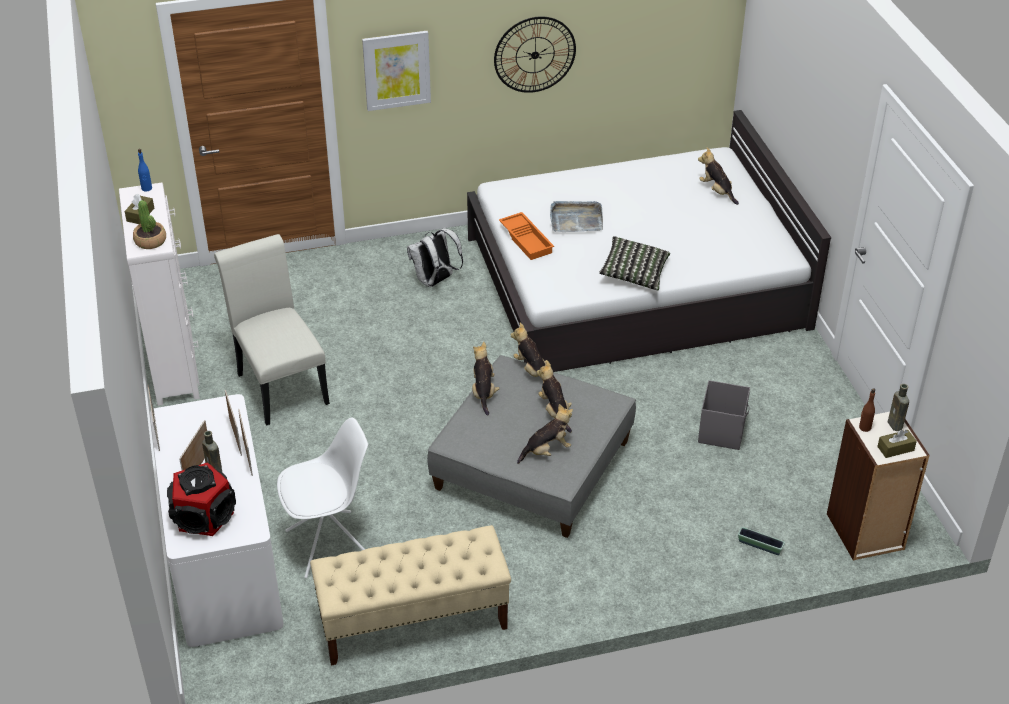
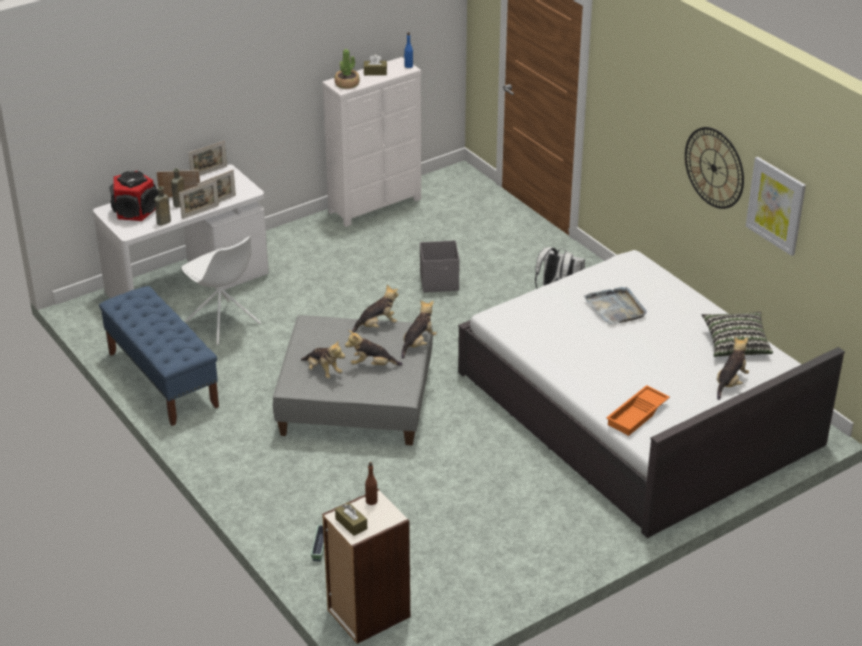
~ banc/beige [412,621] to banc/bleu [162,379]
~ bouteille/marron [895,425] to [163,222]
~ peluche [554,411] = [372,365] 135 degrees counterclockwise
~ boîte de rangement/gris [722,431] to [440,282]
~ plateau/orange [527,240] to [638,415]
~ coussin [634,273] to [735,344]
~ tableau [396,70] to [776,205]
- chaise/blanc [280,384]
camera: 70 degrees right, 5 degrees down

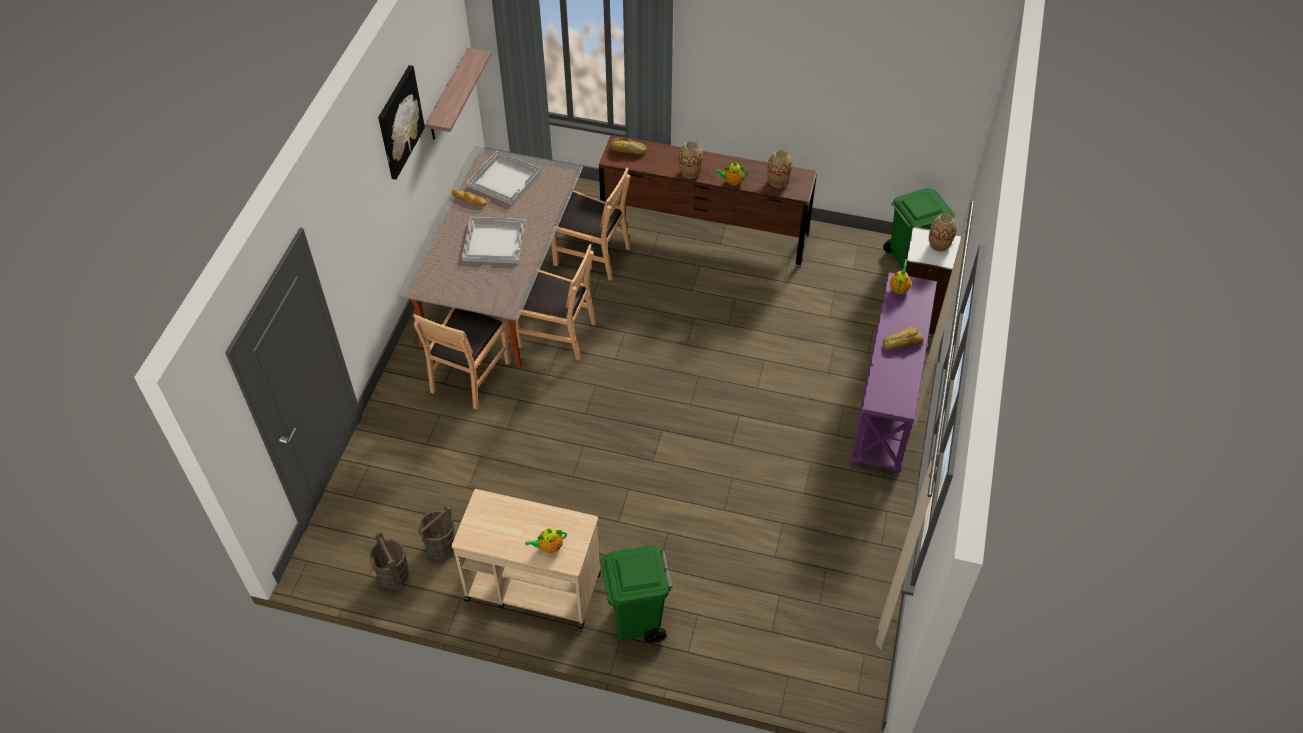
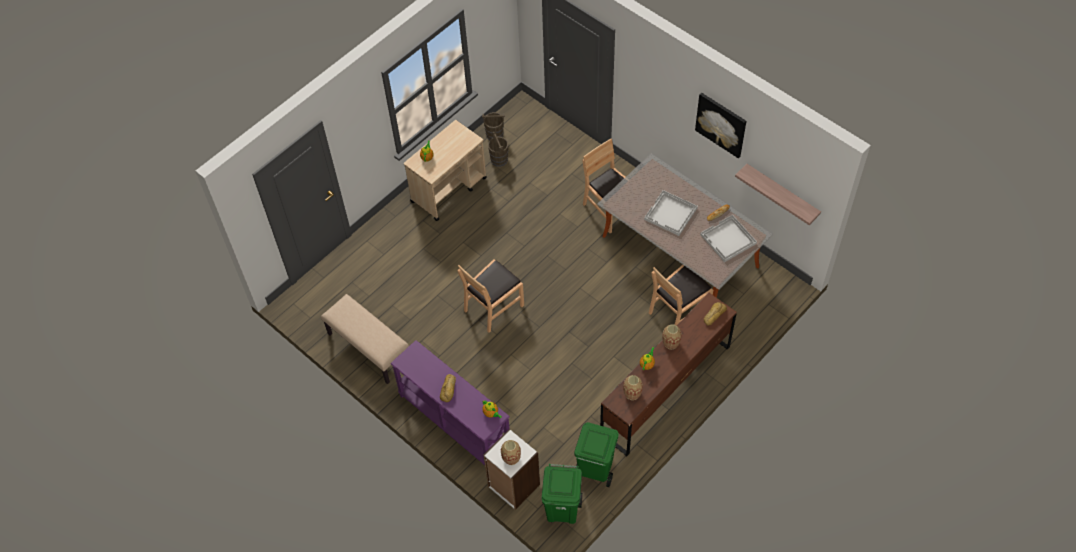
+ banc/beige [368,348]
~ chaise/marron [556,333] to [493,307]
~ poubelle/vert [637,620] to [595,470]
camera: 120 degrees right, 5 degrees up

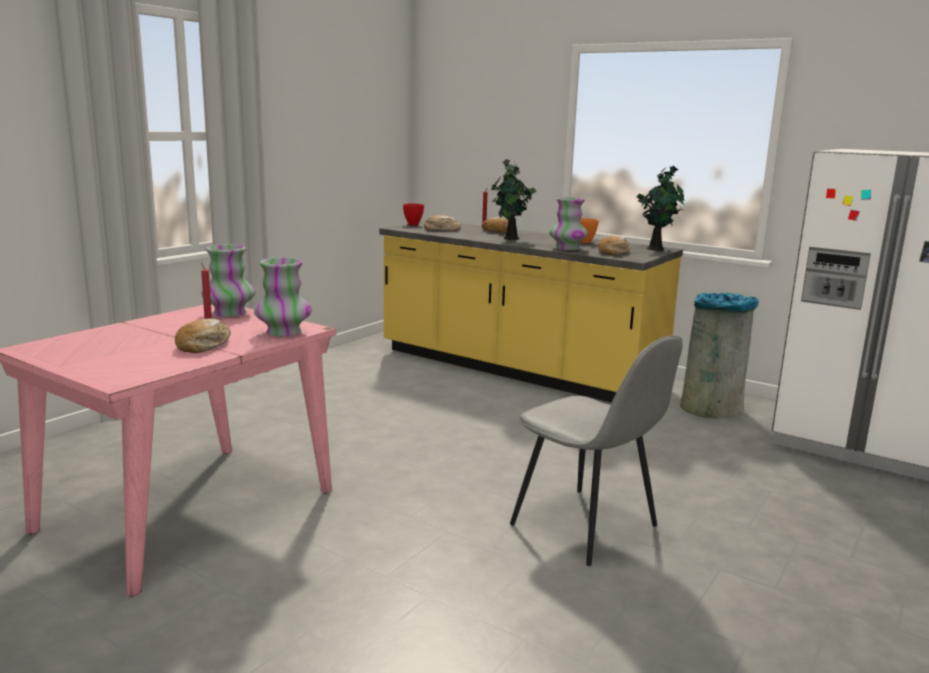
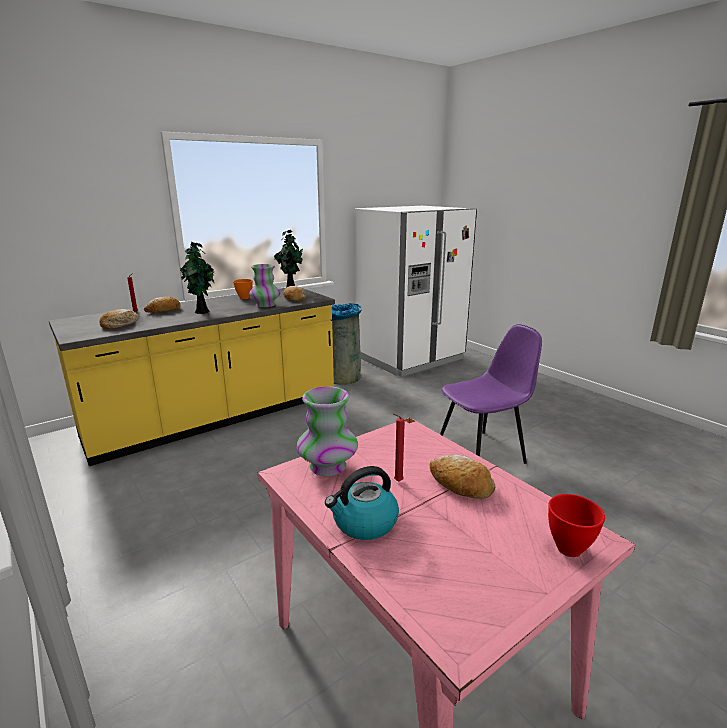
+ bouilloire [364,523]
~ chaise/gris [586,527] to chaise/violet [482,453]
~ bol/rouge [413,224] to [567,548]
- vase [284,332]
camera: 70 degrees left, 5 degrees up

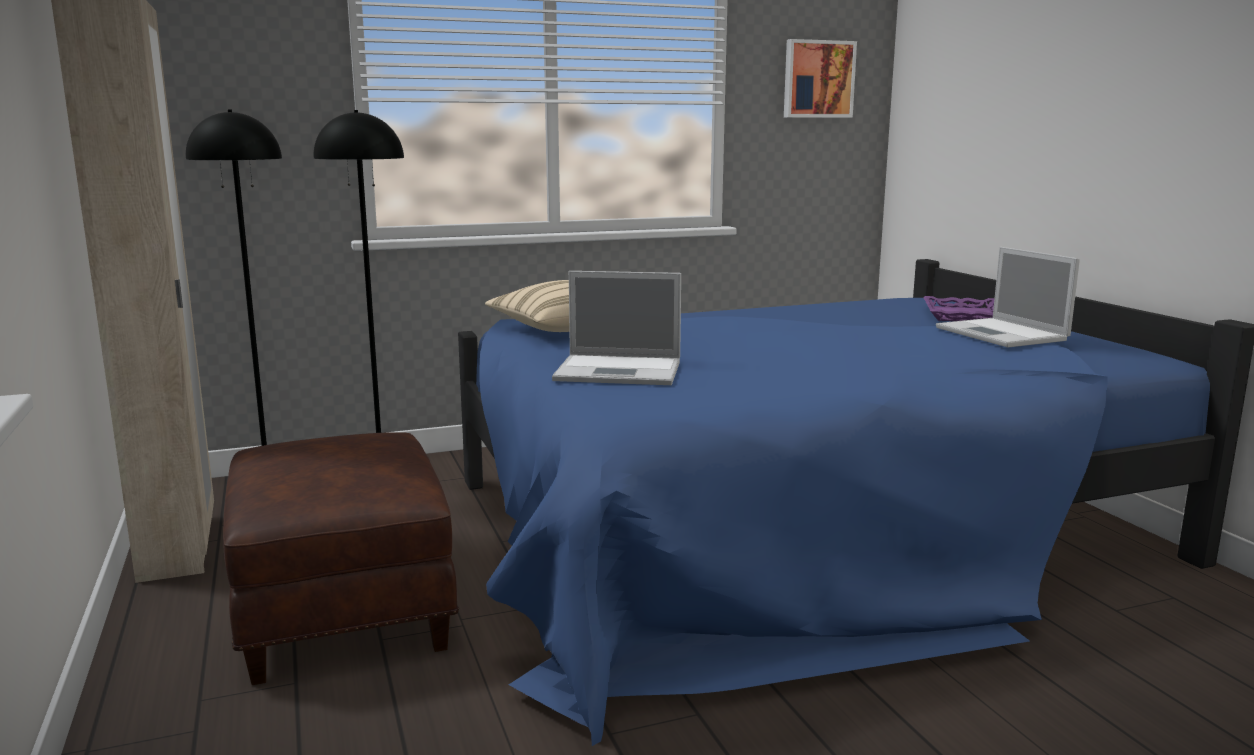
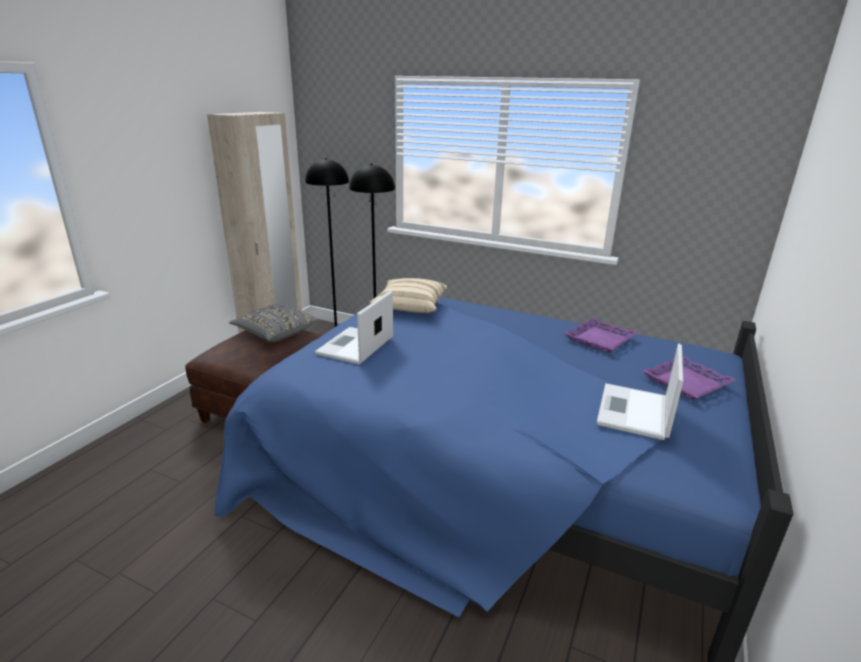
+ coussin/gris [275,333]
~ ordinateur portable [621,371] = [355,347] 60 degrees clockwise
+ plateau/violet [599,339]
- tableau [817,79]
camera: 45 degrees right, 10 degrees up

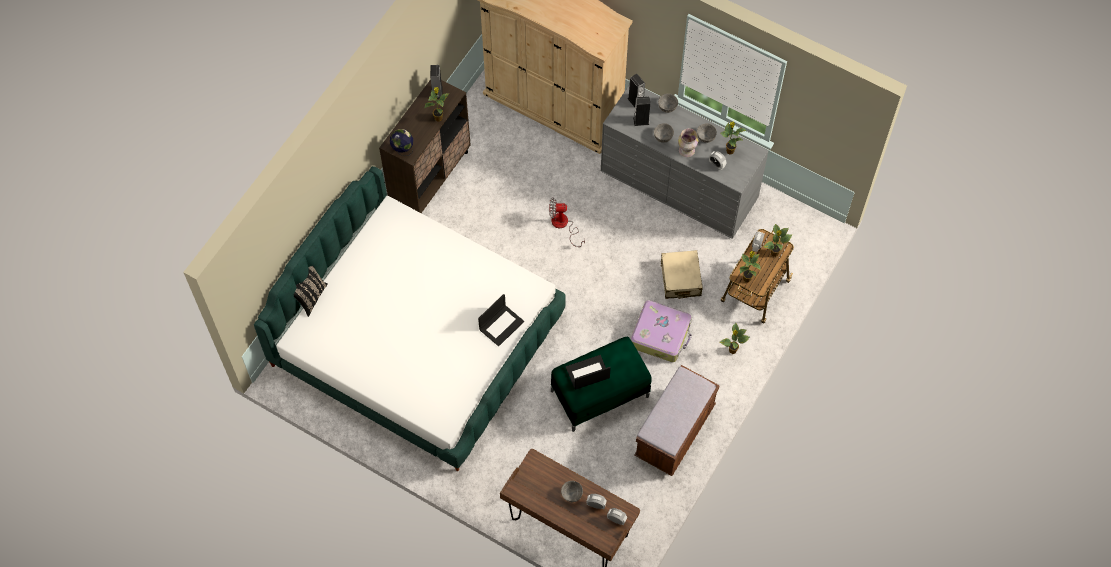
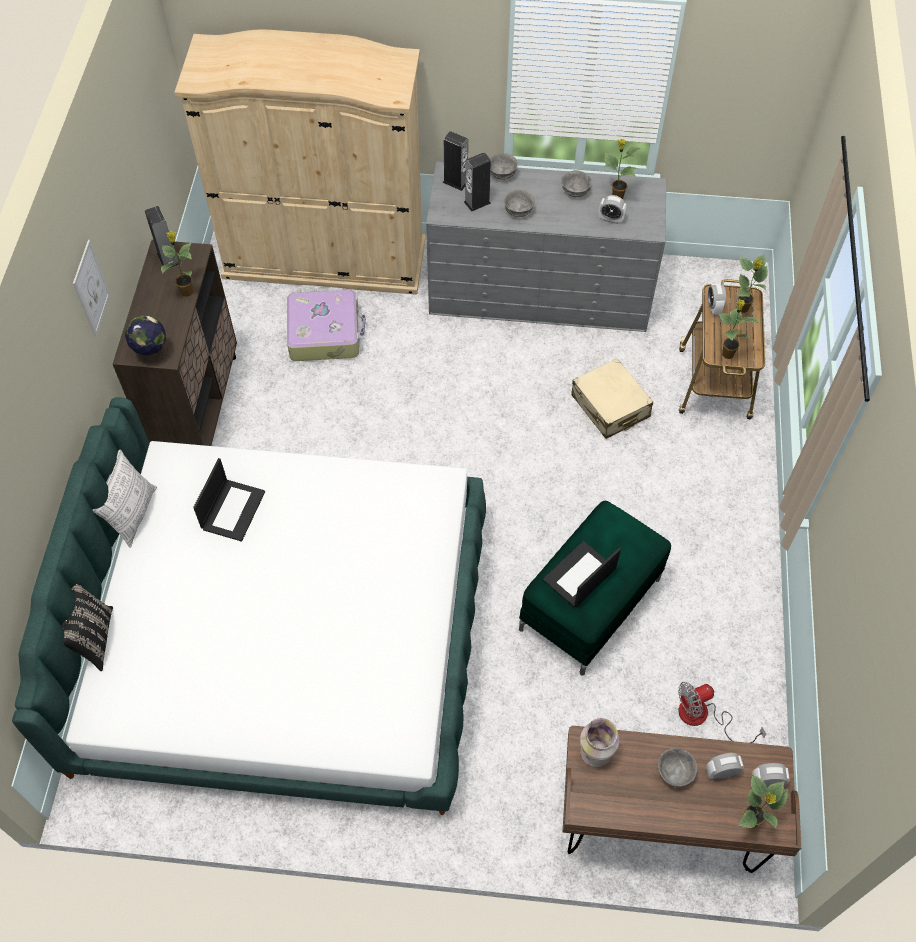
+ tableau [91,288]
+ coussin [133,515]
~ ordinateur portable [501,325] to [233,509]
~ valise [661,335] to [325,333]
~ vase [686,151] to [595,753]
~ ventilateur [563,225] to [703,717]
~ plante en pot [732,351] to [750,821]
- banc/marron [675,431]
camera: 25 degrees left, 5 degrees down

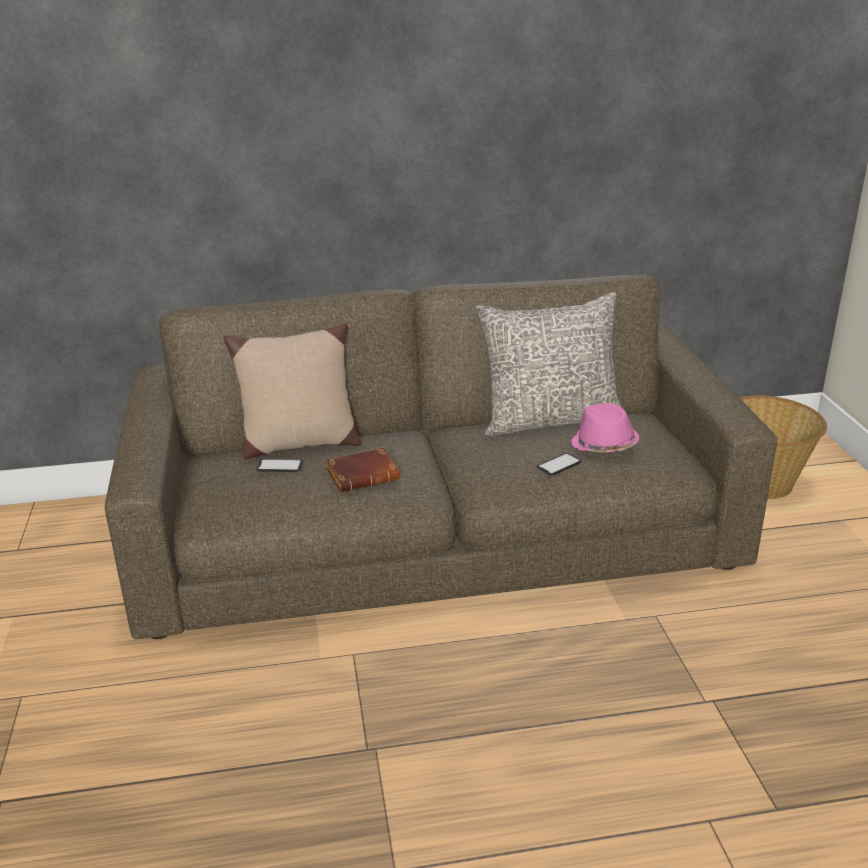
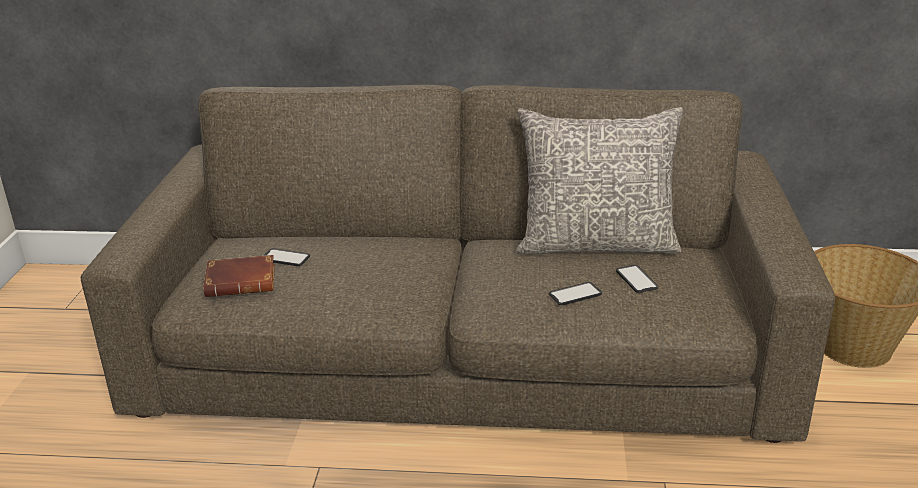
~ livre/marron [364,475] to [243,281]
~ chapeau/rose [603,446] to téléphone [636,279]
- coussin/beige [298,444]
camera: 15 degrees right, 0 degrees up

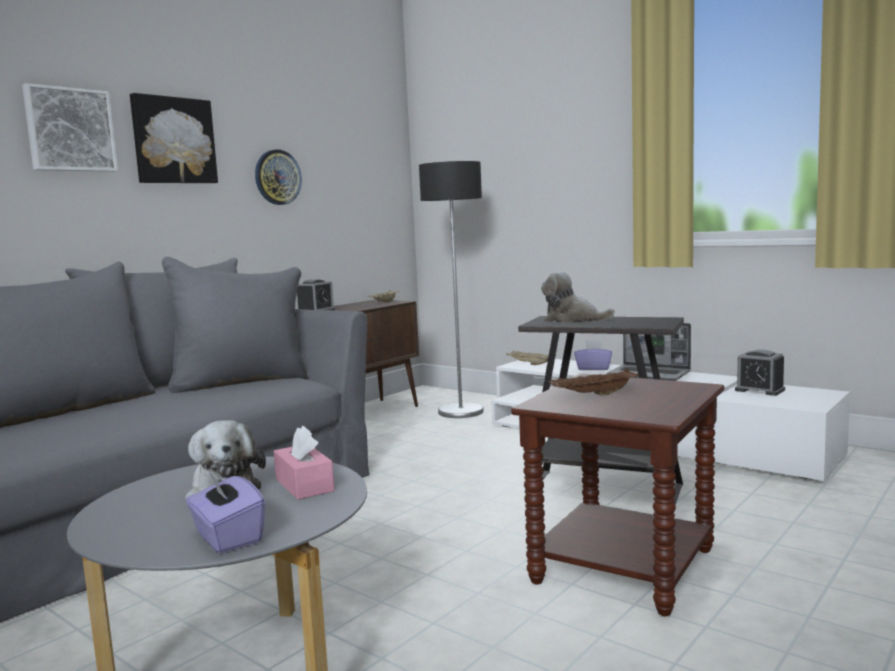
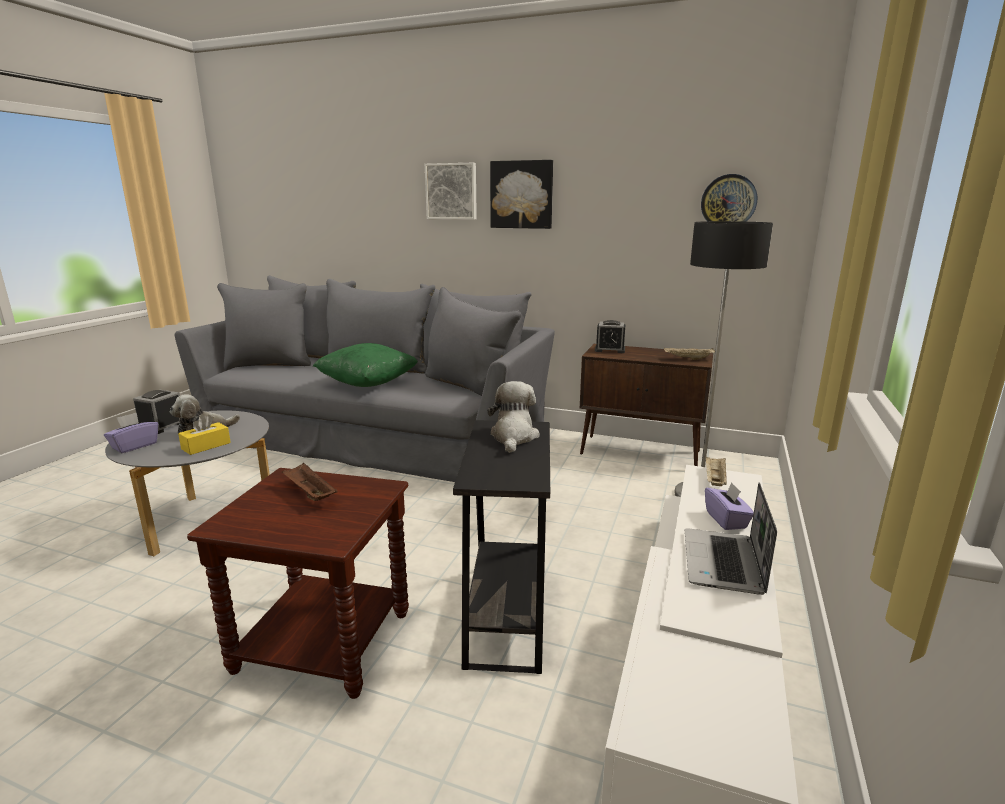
~ réveil [759,390] to [162,426]
~ boîte à mouchoirs/rose [304,485] to boîte à mouchoirs/jaune [206,446]
+ coussin/vert [368,383]
~ horloge murale [277,177] to [728,202]
camera: 70 degrees right, 10 degrees up

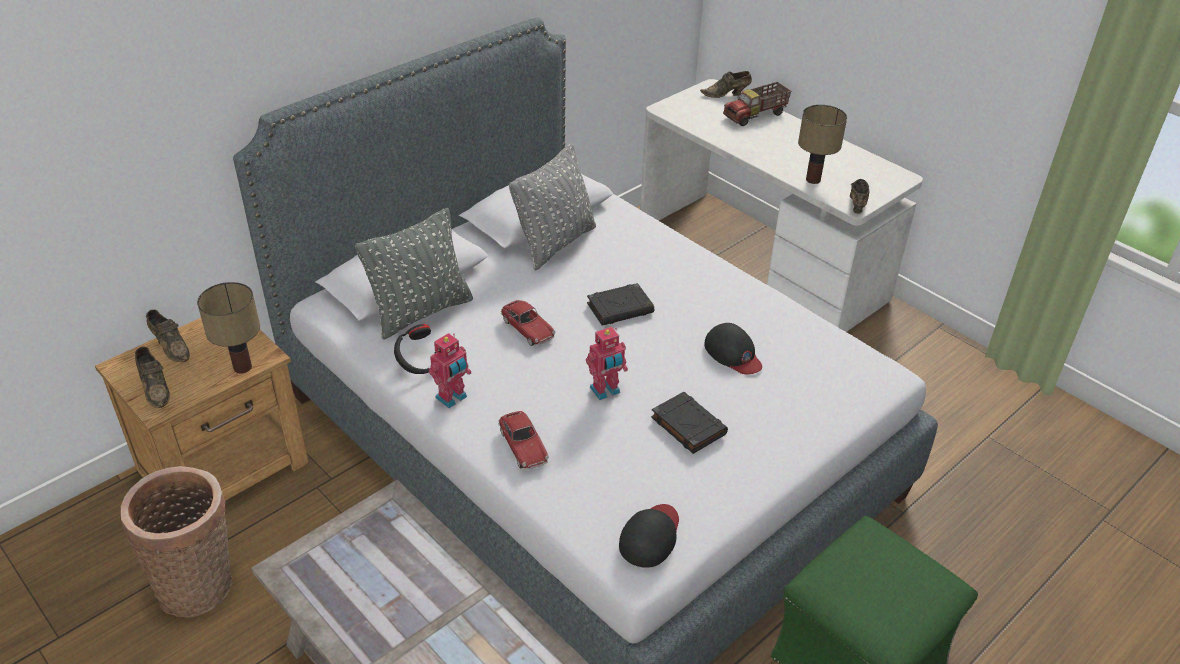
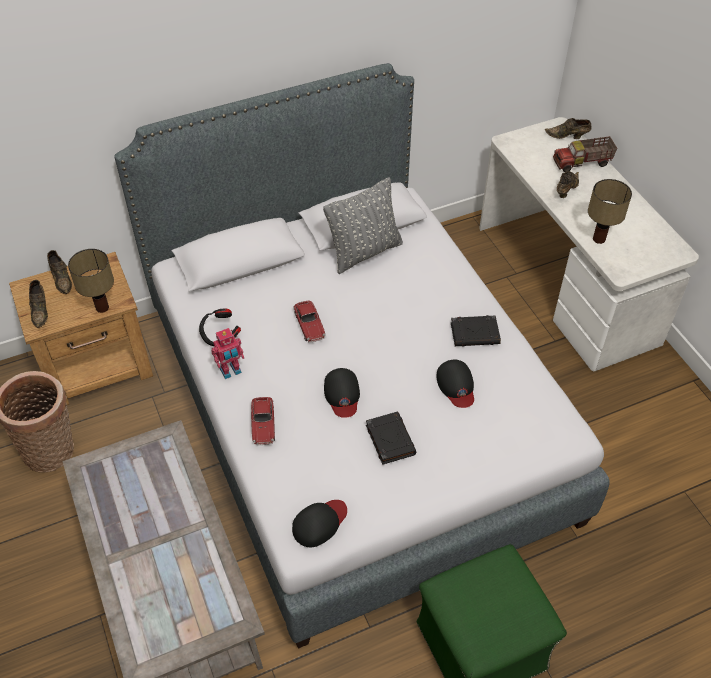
~ robot jouet [606,391] to casquette/noir [342,394]
~ livre/noir [620,308] to [475,333]
~ chaussure/marron [857,204] to [566,190]
- coussin/gris [421,312]
camera: 20 degrees right, 10 degrees up

